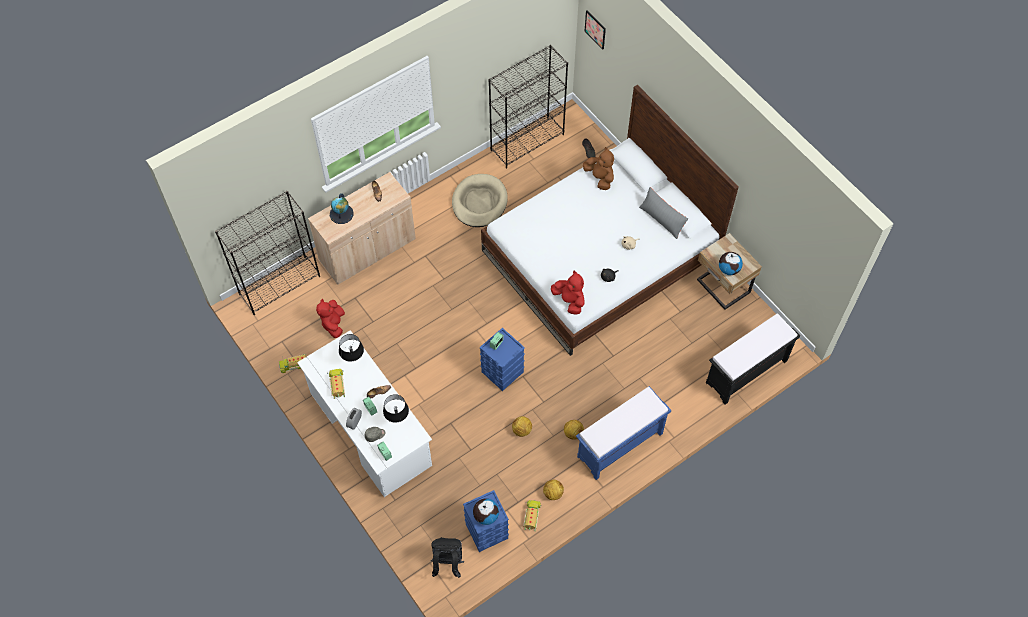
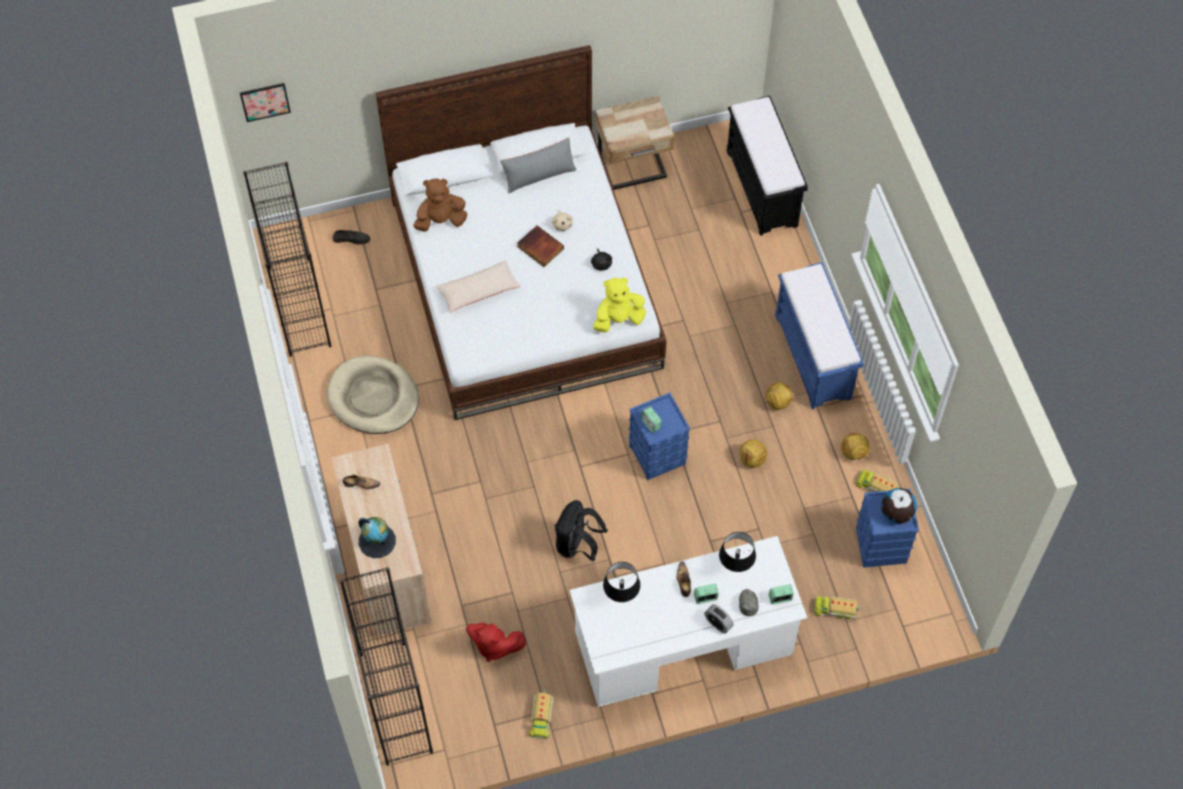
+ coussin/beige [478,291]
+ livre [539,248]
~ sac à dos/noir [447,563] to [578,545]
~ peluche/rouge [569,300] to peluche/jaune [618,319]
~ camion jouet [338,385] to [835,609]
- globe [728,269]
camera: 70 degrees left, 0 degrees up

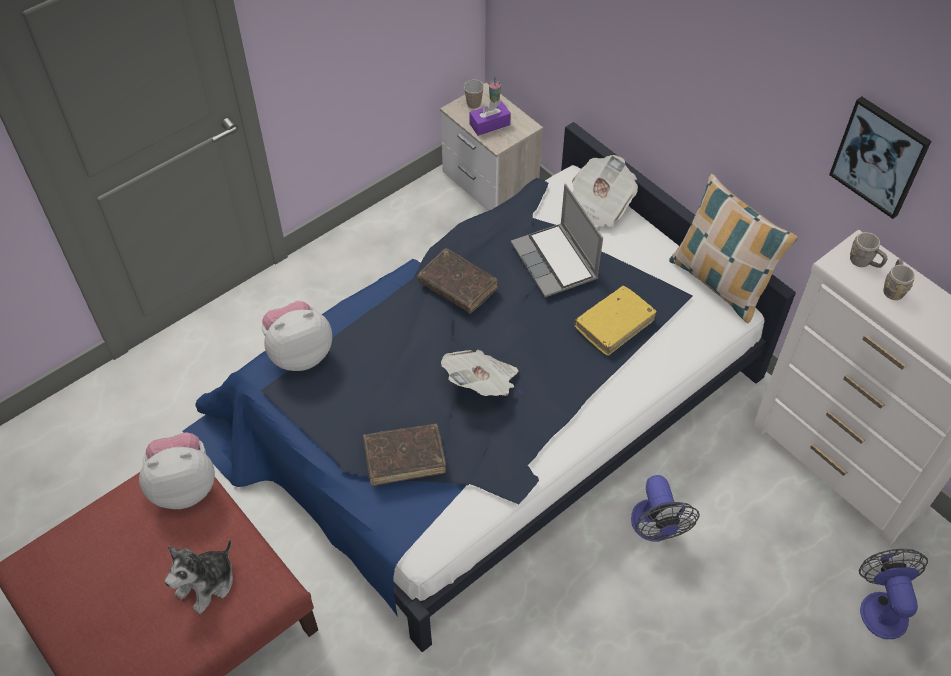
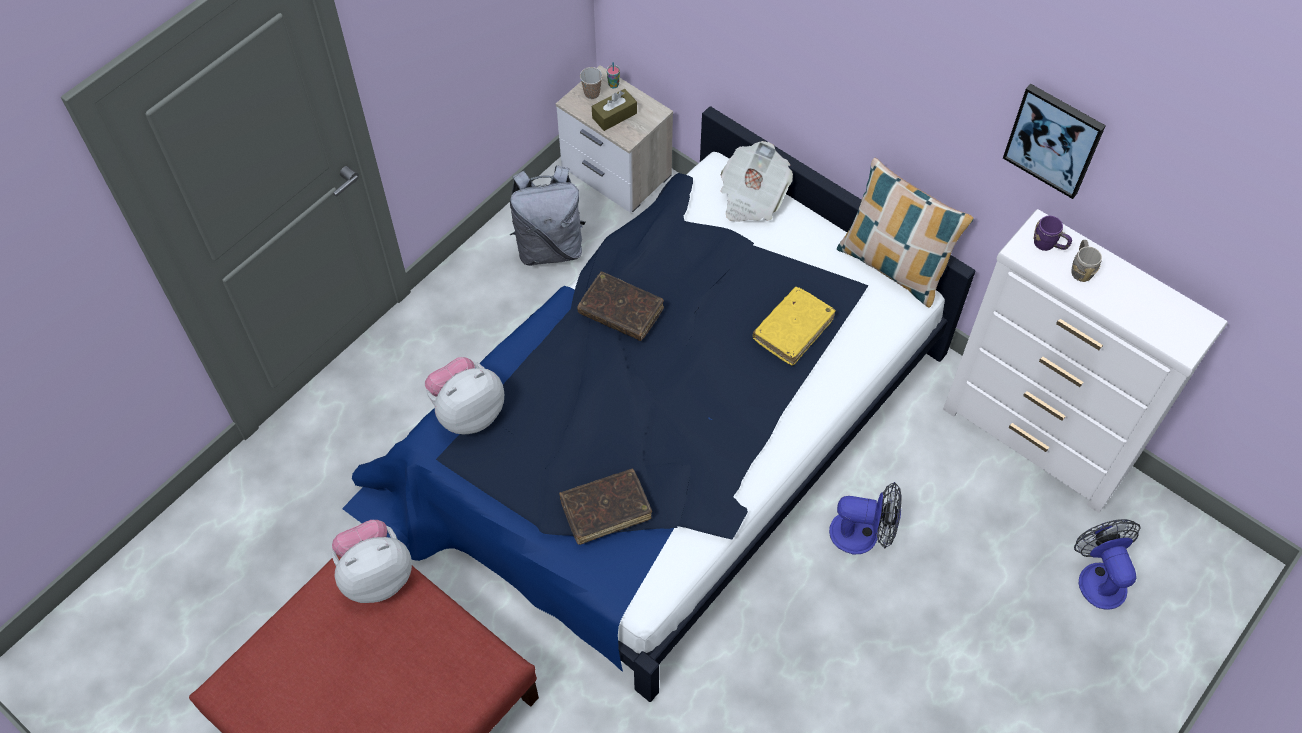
+ sac à dos/gris [549,247]
~ boîte à mouchoirs/violet [489,124] to boîte à mouchoirs/marron [614,115]
~ ventilateur [655,528] = [863,534] 60 degrees counterclockwise
~ mug/gris [864,263] to mug/violet [1048,245]
- peluche [207,583]
- journal [482,383]
- ordinateur portable [555,262]
camera: 10 degrees left, 5 degrees up

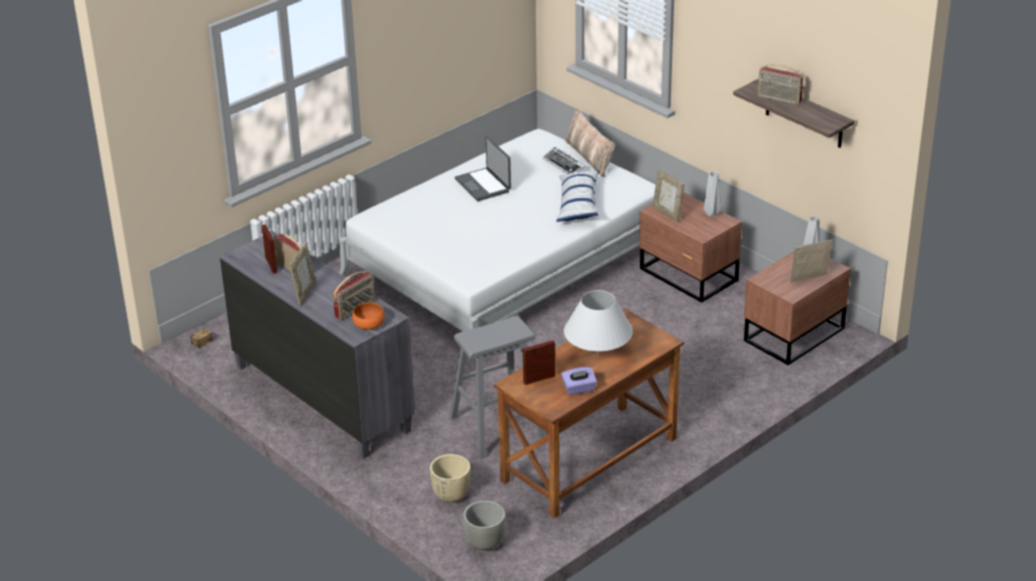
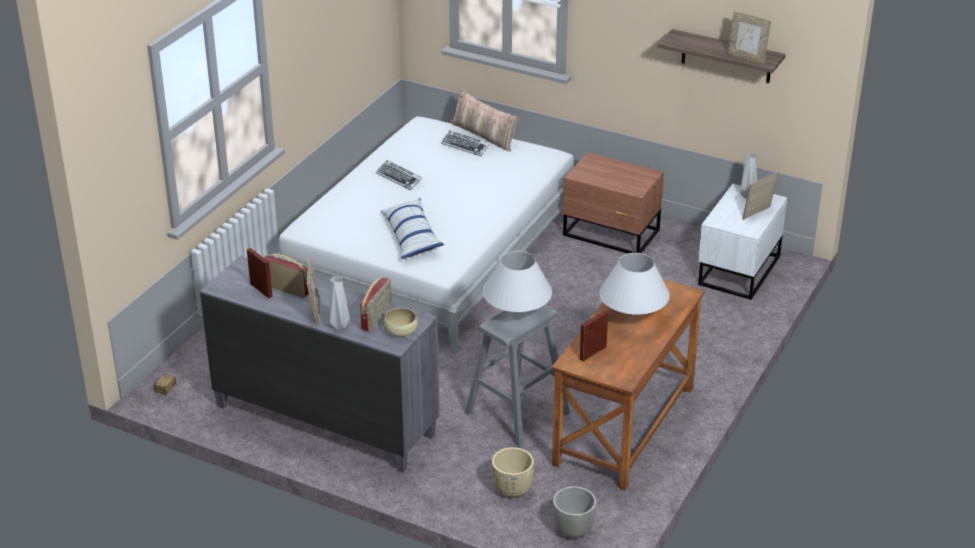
~ vase/gris [712,214] to [340,326]
~ ordinateur portable [483,185] to clavier [399,178]
~ coussin [578,204] to [411,237]
~ bol/orange [369,324] to bol/beige [401,330]
+ lampe de table/blanc [517,315]
~ table de chevet/marron [791,334] to table de chevet/blanc [737,271]
~ cadre photo [667,213] to [746,58]
- boîte à mouchoirs/violet [579,389]
- radio [779,99]
camera: 20 degrees left, 0 degrees up

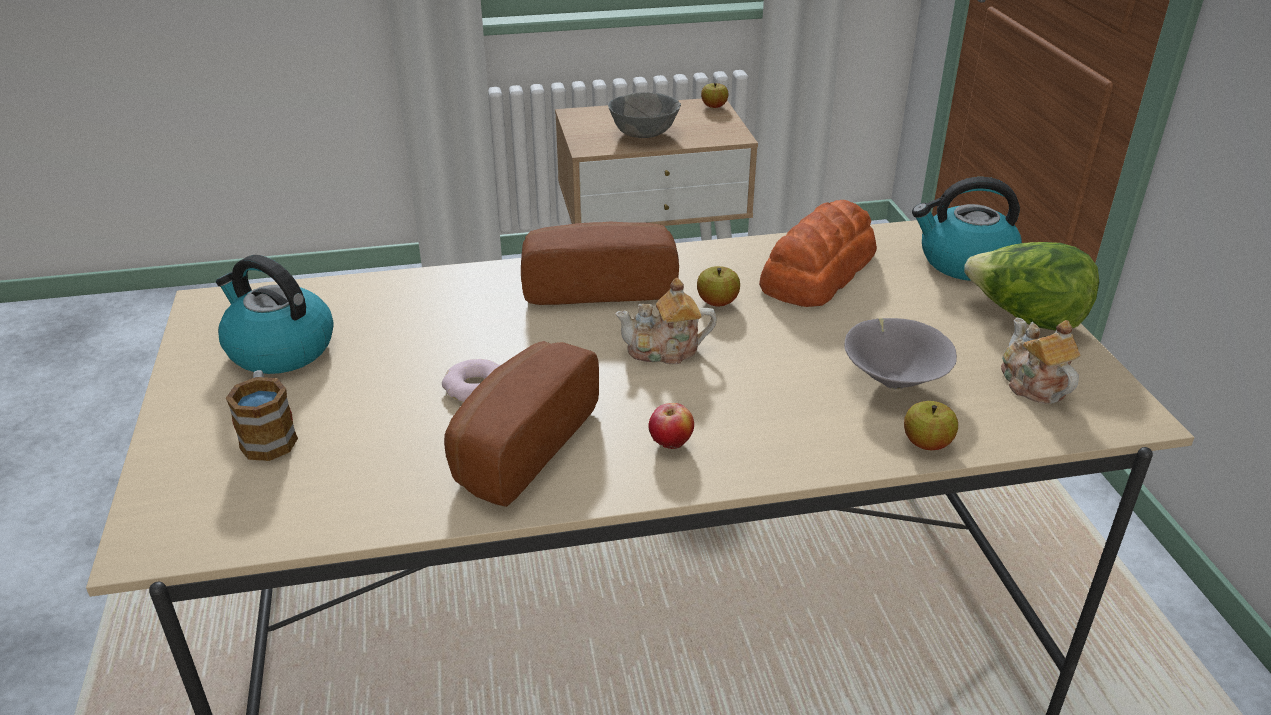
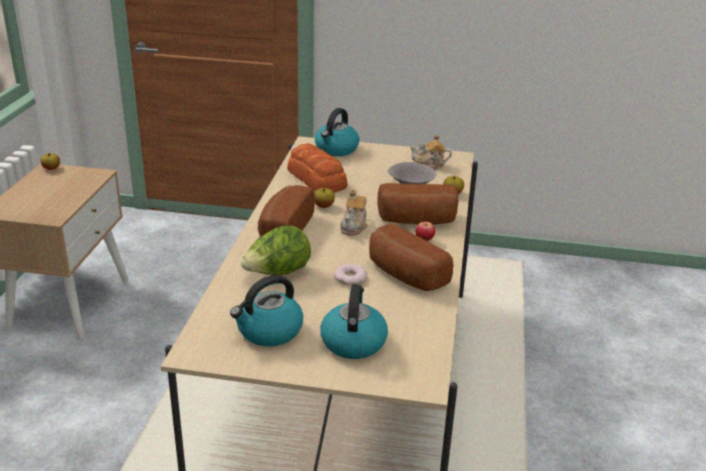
~ laitue [1025,319] to [277,274]
~ mug [268,435] to bouilloire [353,341]
+ pain [417,221]
- bol/gris [643,134]
camera: 70 degrees left, 5 degrees down

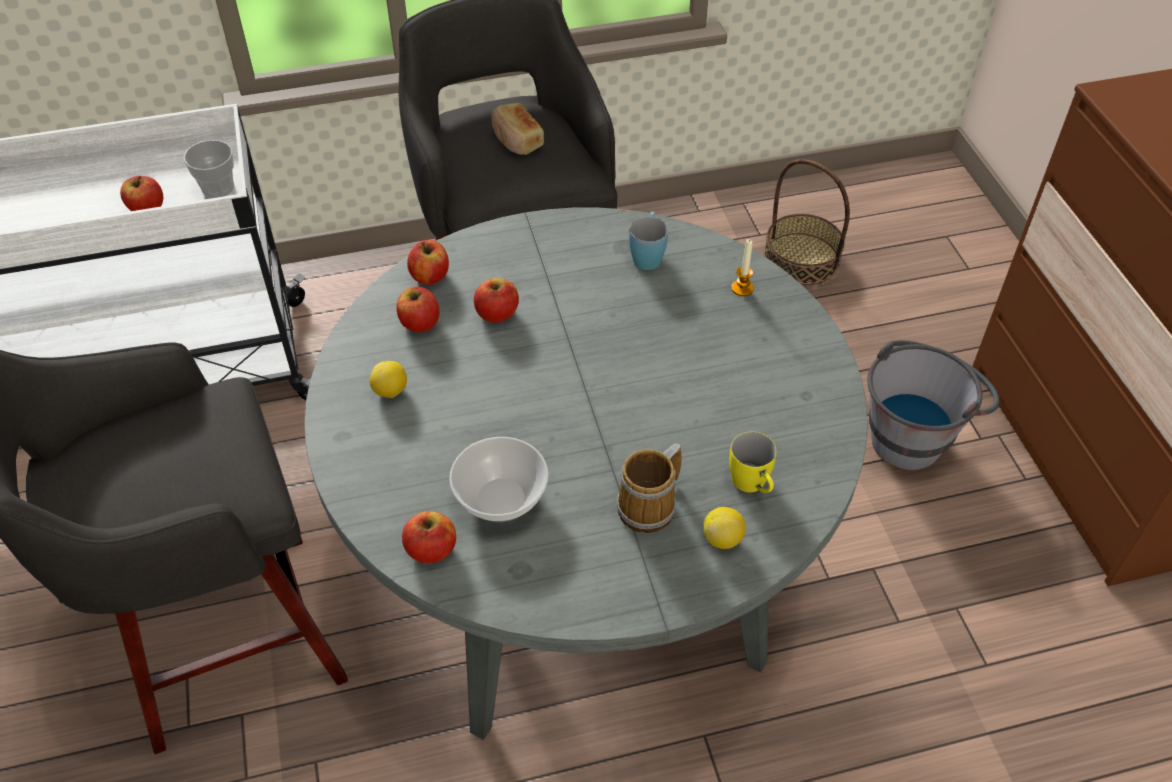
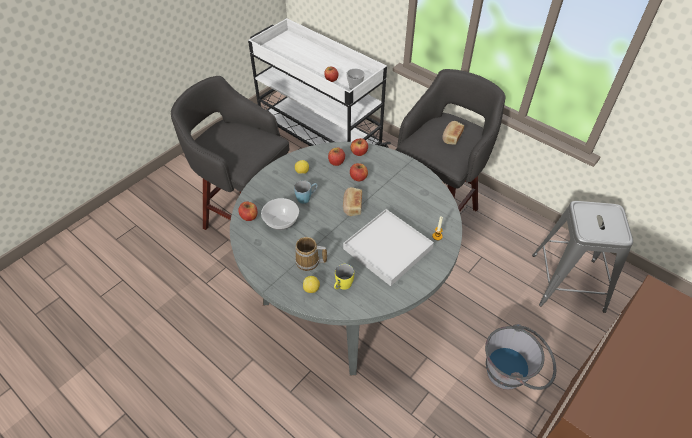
~ mug/bleu [647,255] to [306,198]
+ pain [352,206]
+ plateau/blanc [388,248]
~ panier [801,259] to tabouret/gris [567,282]
camera: 55 degrees right, 0 degrees up

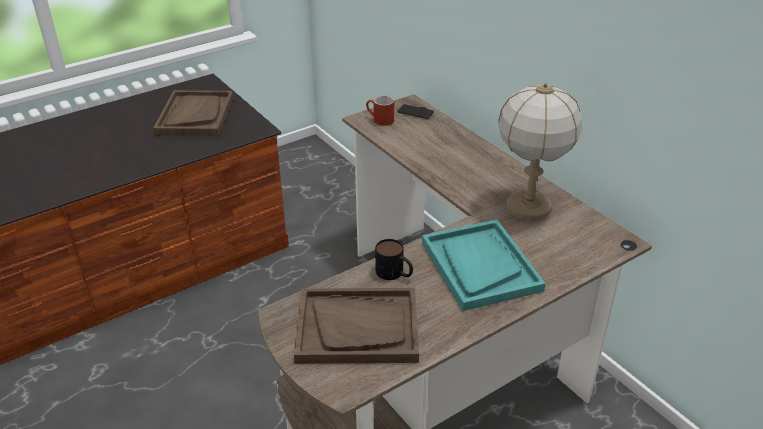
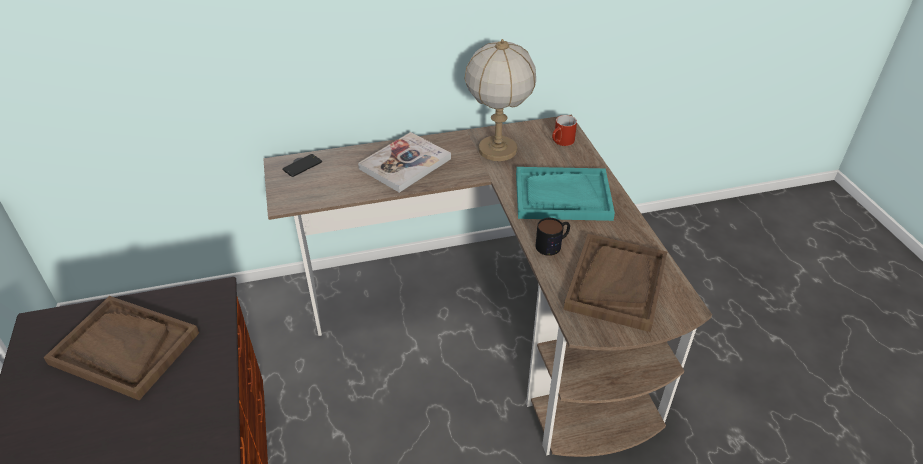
+ livre [405,164]
~ mug/rouge [379,120] to [562,142]
camera: 70 degrees left, 5 degrees up

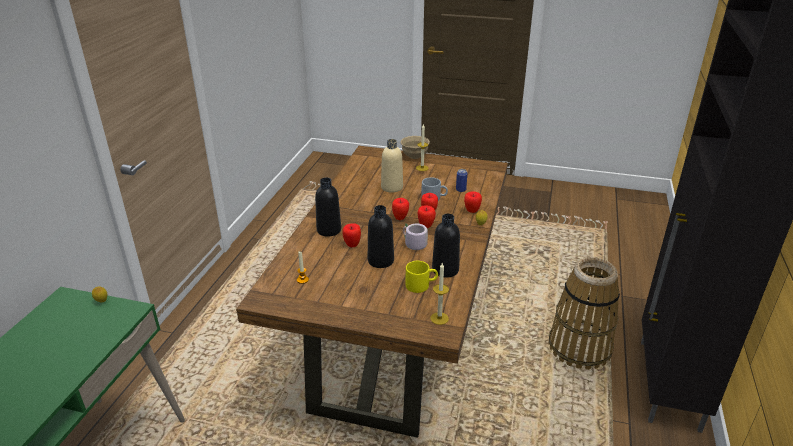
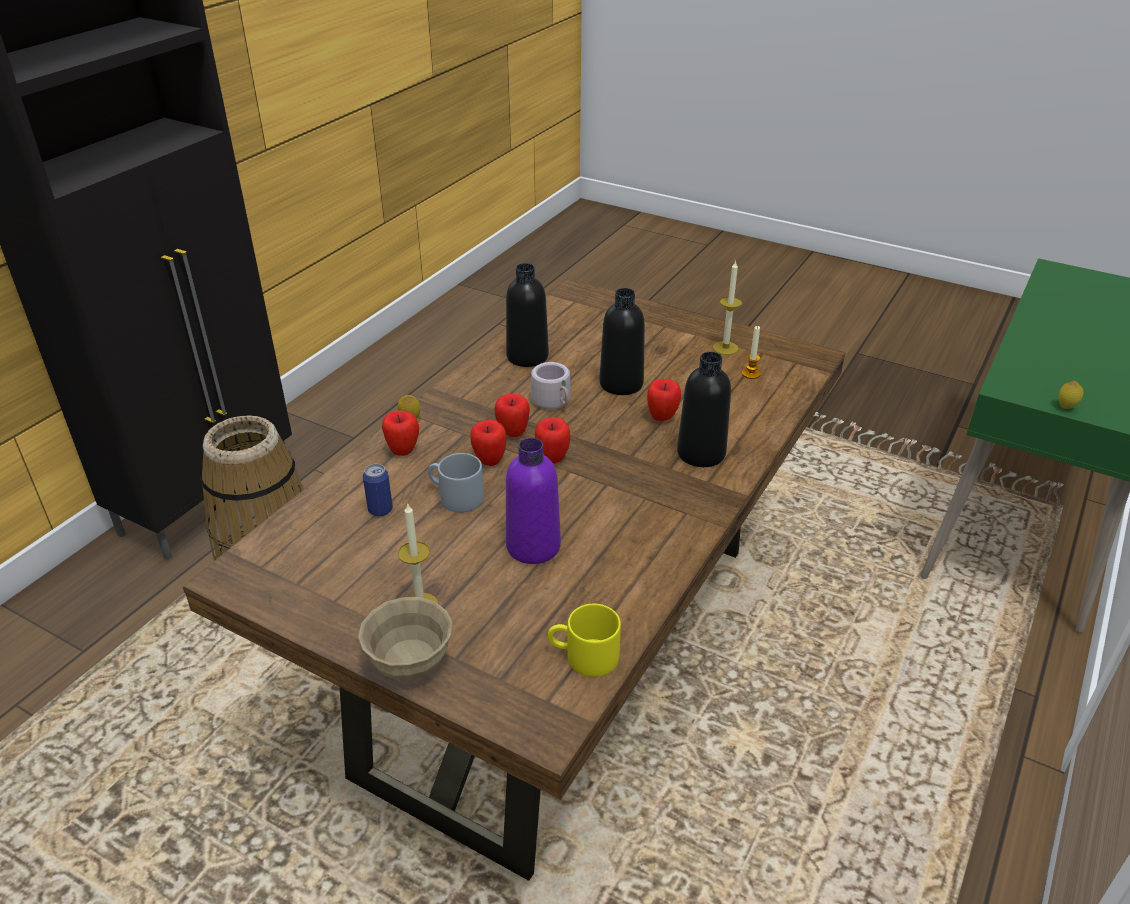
~ bouteille/beige [392,187] to bouteille/violet [533,546]
~ mug/jaune [421,285] to [583,657]
~ bougie [439,318] to [725,348]
camera: 165 degrees left, 5 degrees up

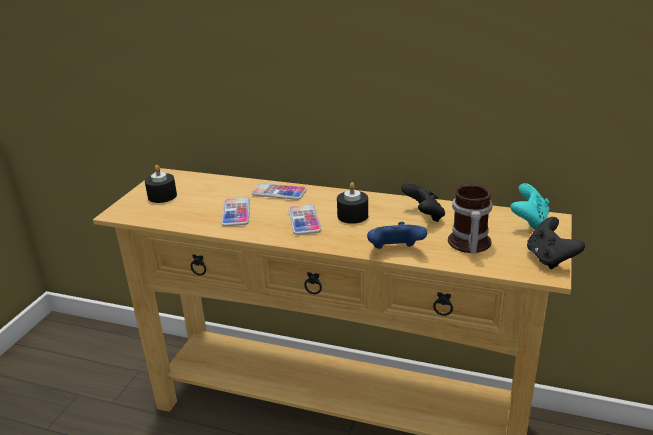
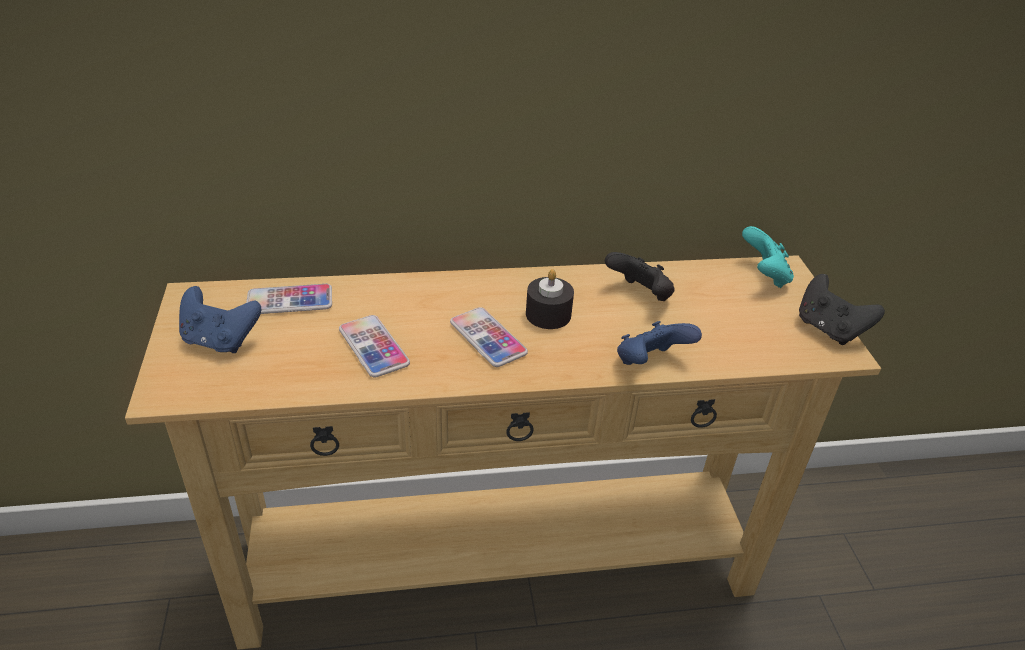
~ bougie/noir [162,196] to manette/bleu [220,340]
~ téléphone [279,192] to [290,301]
- mug [467,244]
camera: 30 degrees left, 10 degrees up

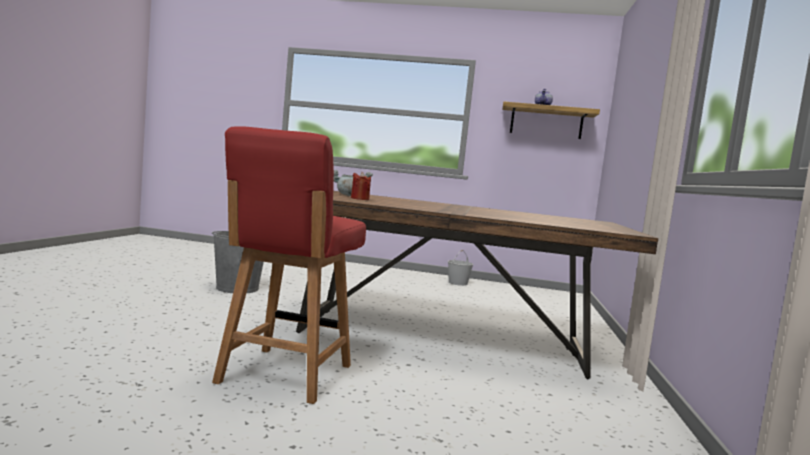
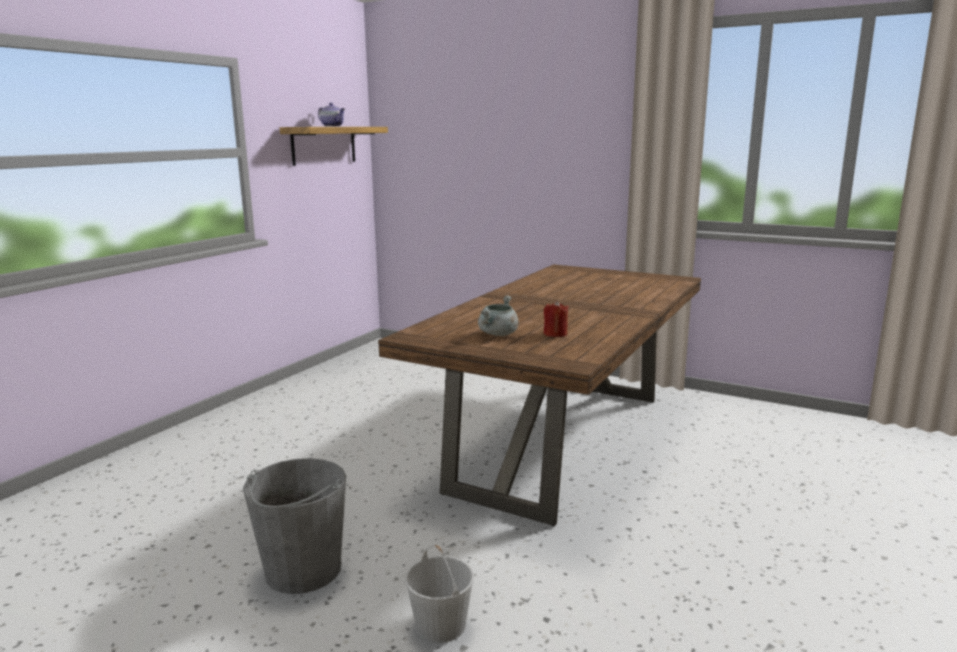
~ seau/blanc [458,283] to [440,624]
- chaise/rouge [284,375]
camera: 70 degrees left, 10 degrees up

